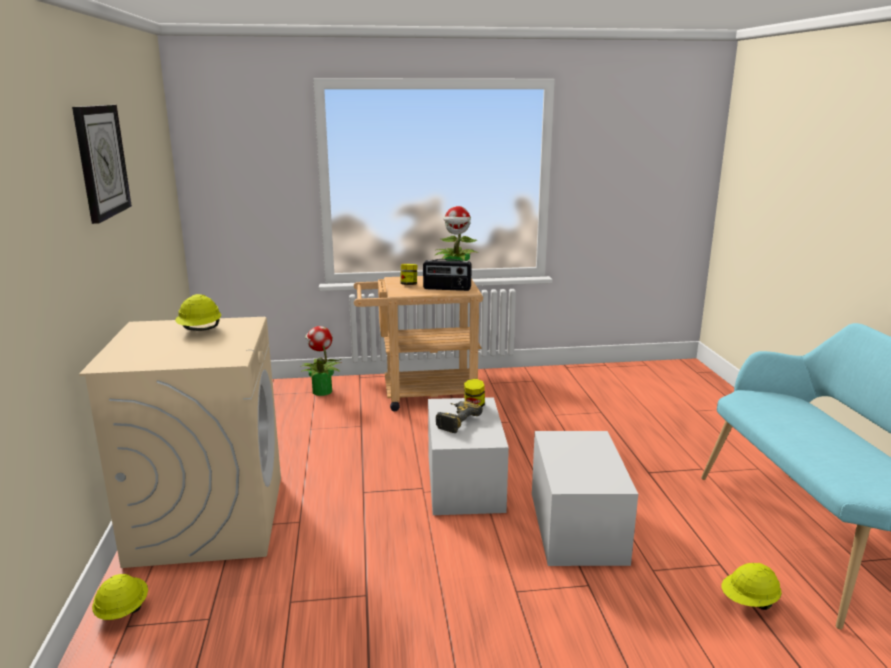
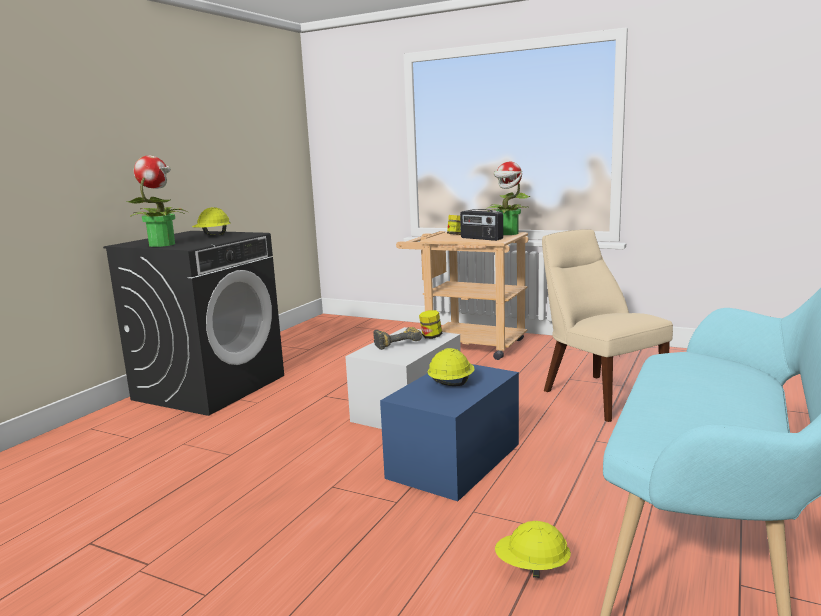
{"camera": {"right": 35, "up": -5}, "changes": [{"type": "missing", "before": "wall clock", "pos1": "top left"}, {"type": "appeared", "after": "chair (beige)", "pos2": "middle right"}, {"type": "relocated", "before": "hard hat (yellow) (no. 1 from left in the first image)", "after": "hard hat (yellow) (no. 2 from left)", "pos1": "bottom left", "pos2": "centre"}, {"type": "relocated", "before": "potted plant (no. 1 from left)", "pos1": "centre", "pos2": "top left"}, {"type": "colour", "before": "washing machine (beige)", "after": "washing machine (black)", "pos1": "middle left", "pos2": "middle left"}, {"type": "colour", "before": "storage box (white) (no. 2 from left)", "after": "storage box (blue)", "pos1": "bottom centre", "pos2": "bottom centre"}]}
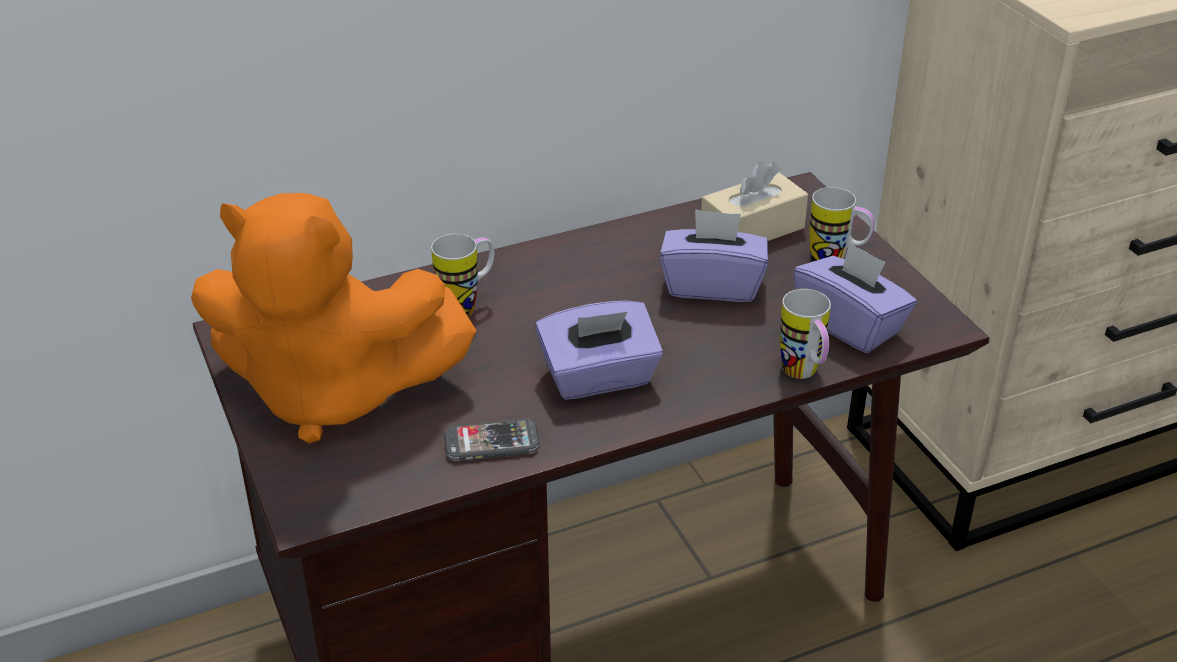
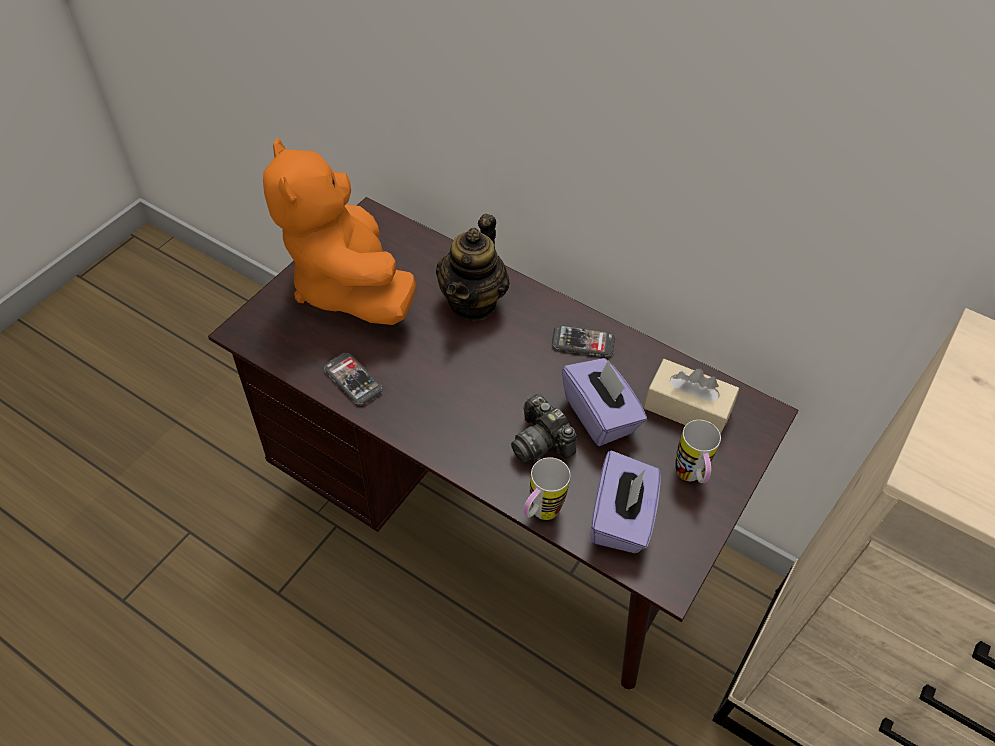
{"camera": {"right": 55, "up": 15}, "changes": [{"type": "missing", "before": "tissue box (purple) (no. 1 from left)", "pos1": "centre"}, {"type": "appeared", "after": "photo camera", "pos2": "centre"}, {"type": "appeared", "after": "phone (no. 2 from left)", "pos2": "centre"}, {"type": "exchanged", "before": "mug (no. 1 from left)", "after": "teapot", "pos1": "centre", "pos2": "centre"}]}
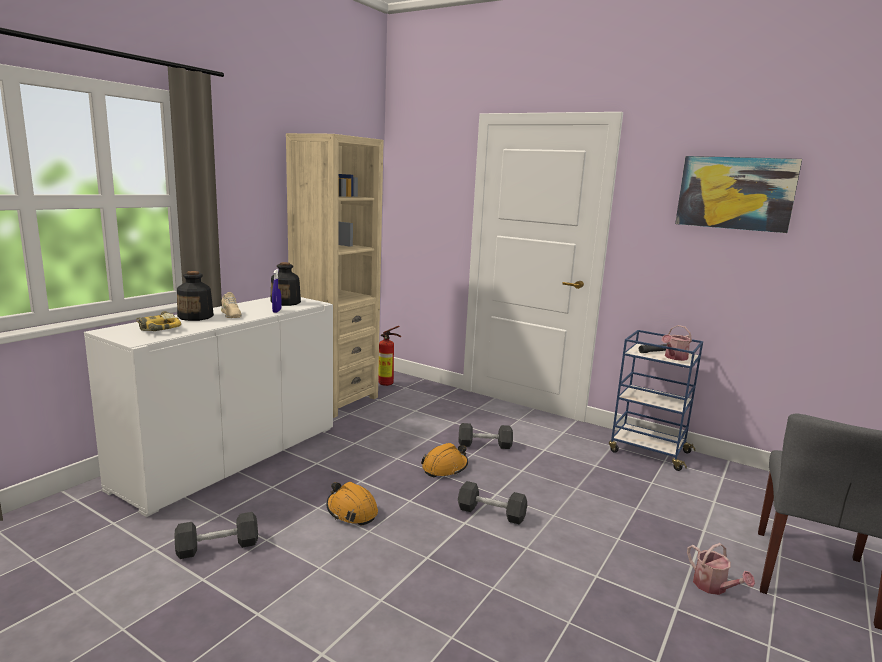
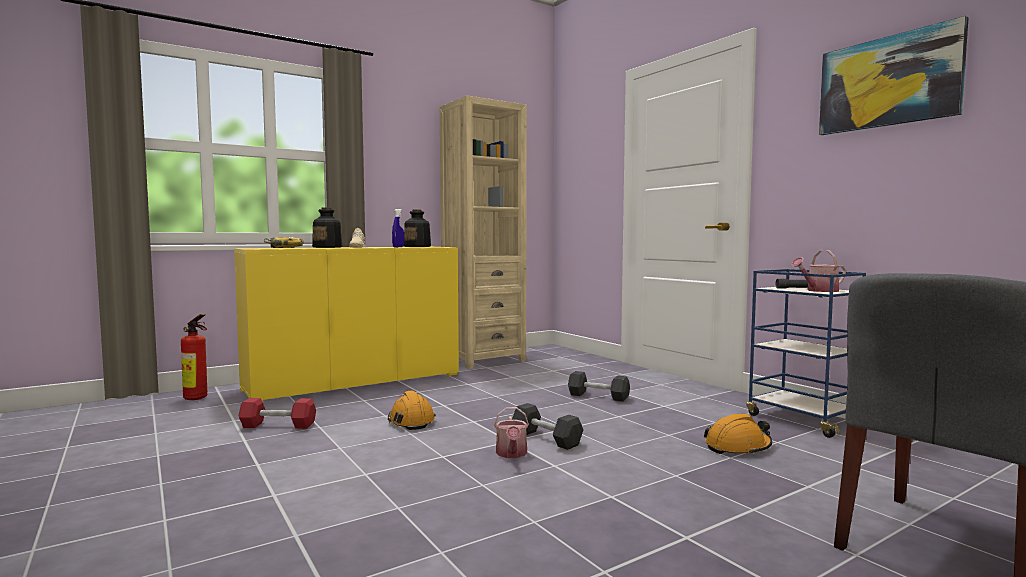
{"camera": {"right": 25, "up": -10}, "changes": [{"type": "relocated", "before": "fire extinguisher", "pos1": "centre", "pos2": "middle left"}, {"type": "relocated", "before": "hard hat (orange) (no. 2 from left)", "pos1": "bottom centre", "pos2": "bottom right"}, {"type": "relocated", "before": "watering can (no. 2 from left in the first image)", "after": "watering can (no. 1 from left)", "pos1": "bottom right", "pos2": "bottom centre"}, {"type": "colour", "before": "cabinet (white)", "after": "cabinet (yellow)", "pos1": "middle left", "pos2": "centre"}, {"type": "colour", "before": "dumbbell (black) (no. 1 from left)", "after": "dumbbell (red)", "pos1": "bottom left", "pos2": "bottom left"}]}
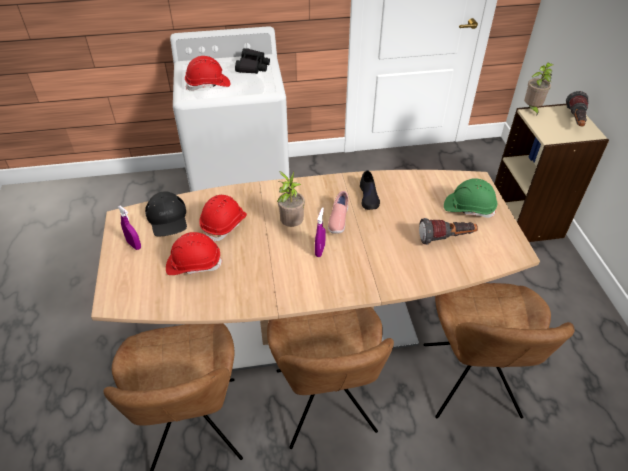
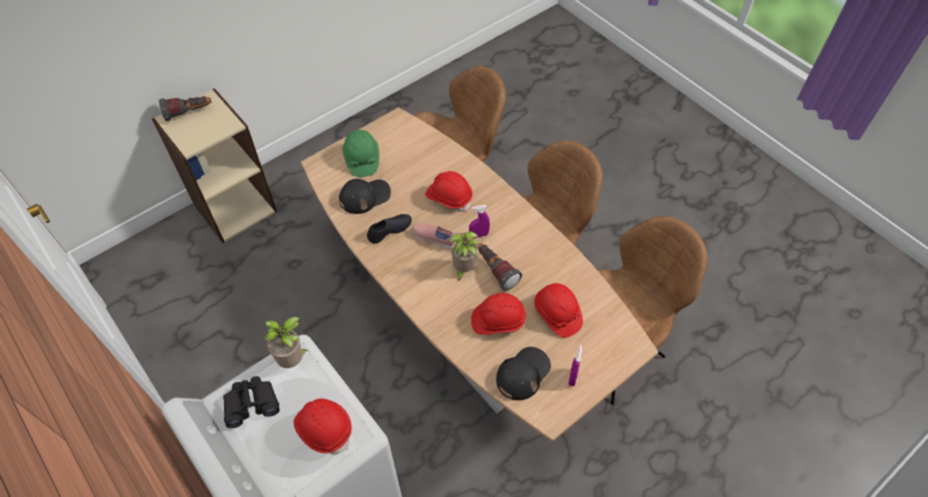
{"camera": {"right": -120, "up": 10}, "changes": [{"type": "appeared", "after": "cap (black) (no. 1 from left)", "pos2": "centre"}, {"type": "appeared", "after": "hard hat (red) (no. 2 from left)", "pos2": "centre"}, {"type": "relocated", "before": "flashlight (no. 1 from left in the first image)", "after": "flashlight (no. 2 from left)", "pos1": "middle right", "pos2": "centre"}, {"type": "relocated", "before": "potted plant (no. 2 from left in the first image)", "after": "potted plant (no. 1 from left)", "pos1": "top right", "pos2": "bottom left"}, {"type": "spun", "before": "shoe (pink)", "pos1": "centre", "pos2": "centre", "turn": -135}]}
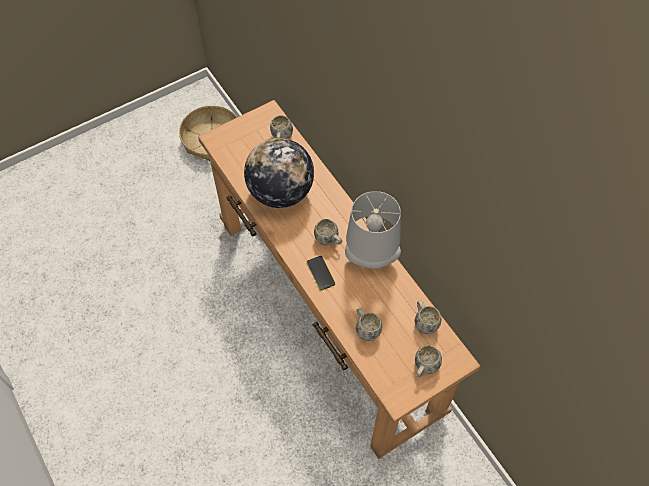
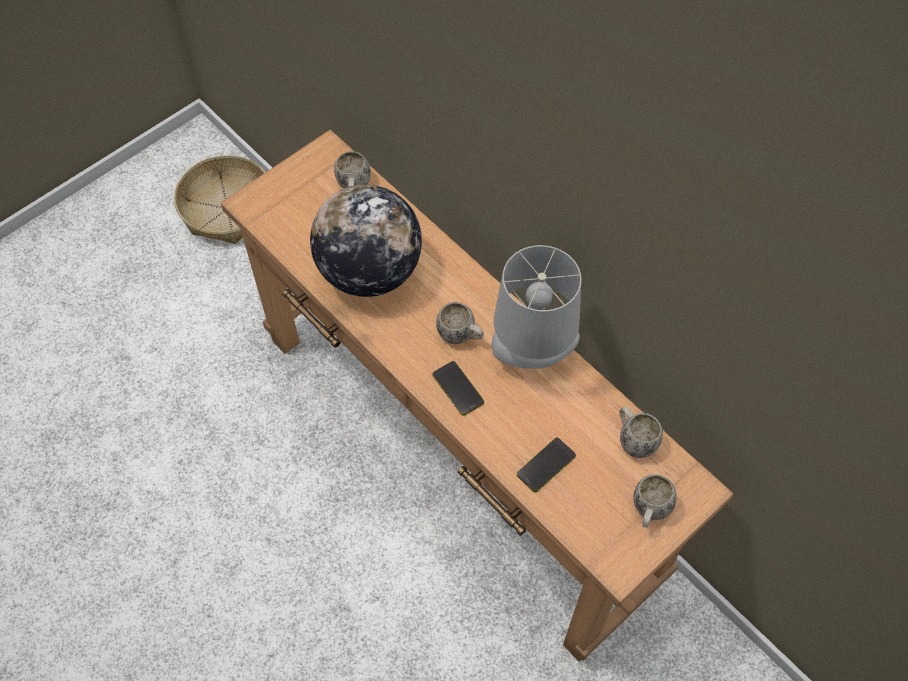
{"camera": {"right": -10, "up": 0}, "changes": [{"type": "exchanged", "before": "mug (white) (no. 3 from left)", "after": "phone (no. 2 from left)", "pos1": "bottom centre", "pos2": "bottom centre"}]}
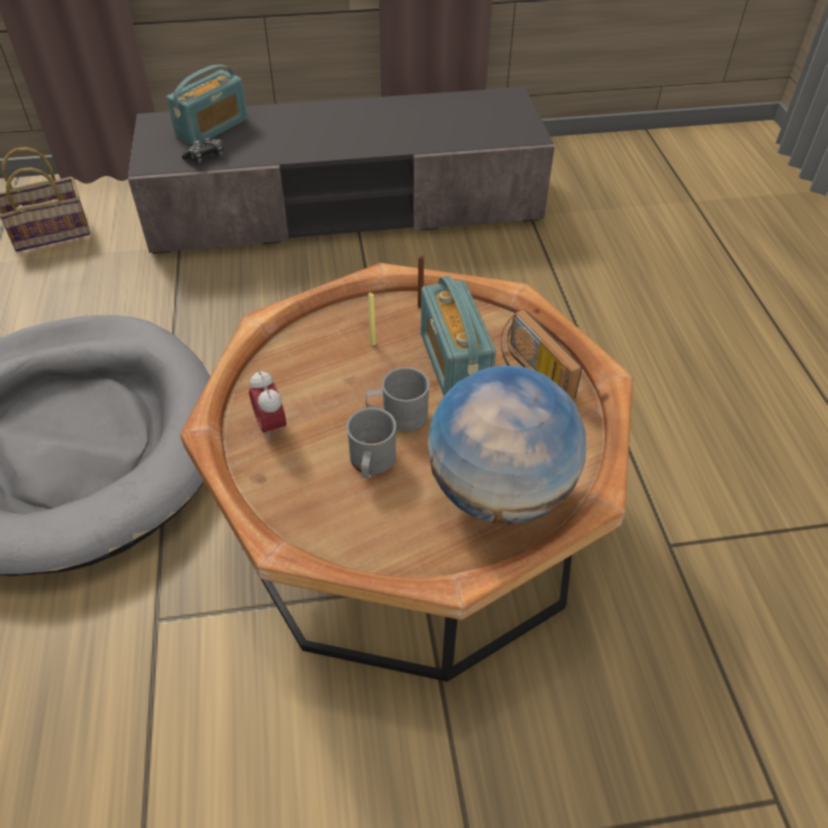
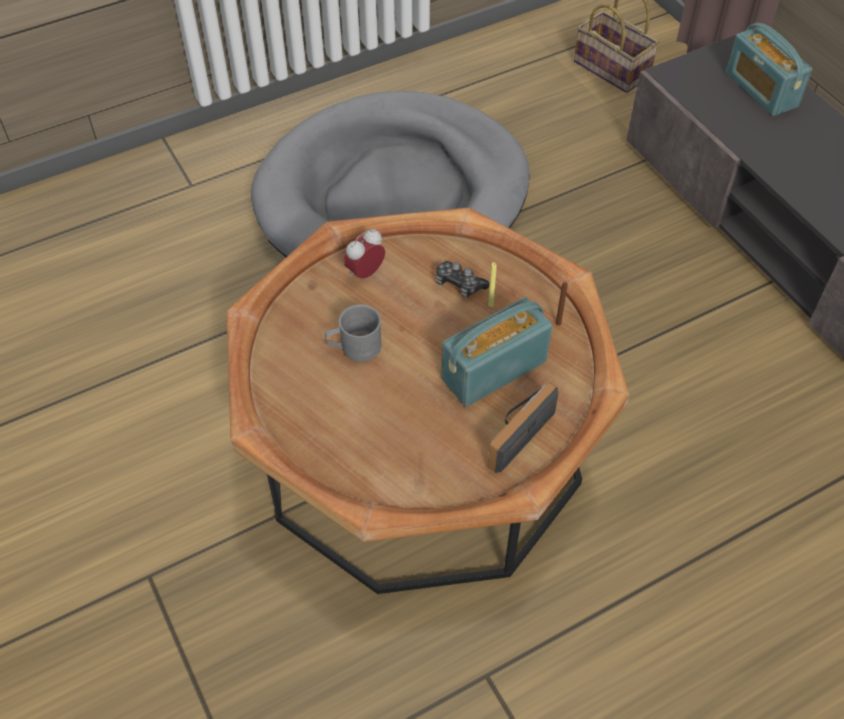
{"camera": {"right": 70, "up": 5}, "changes": [{"type": "missing", "before": "mug (grey) (no. 2 from left)", "pos1": "centre"}, {"type": "missing", "before": "globe", "pos1": "centre"}, {"type": "relocated", "before": "game controller", "pos1": "top left", "pos2": "centre"}, {"type": "spun", "before": "radio (no. 1 from left in the first image)", "pos1": "top left", "pos2": "top right", "turn": 45}]}
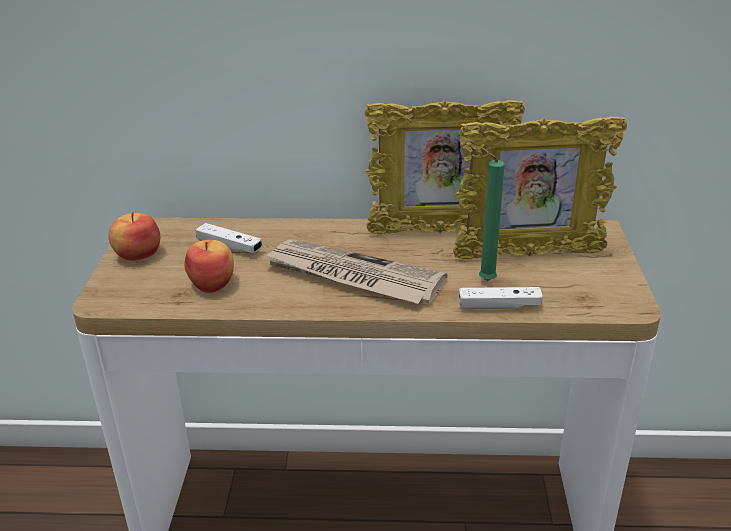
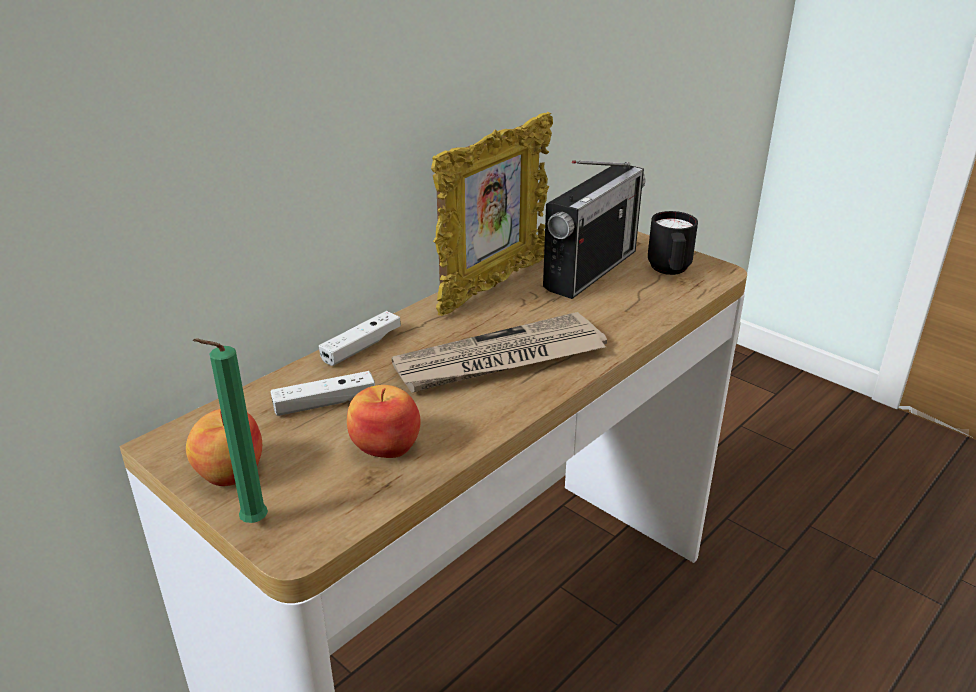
{"camera": {"right": -50, "up": 0}, "changes": [{"type": "appeared", "after": "mug (black)", "pos2": "middle right"}, {"type": "relocated", "before": "game controller (white) (no. 2 from left)", "pos1": "middle right", "pos2": "centre"}, {"type": "relocated", "before": "candle (green)", "pos1": "middle right", "pos2": "middle left"}, {"type": "exchanged", "before": "picture frame (no. 2 from left)", "after": "radio", "pos1": "middle right", "pos2": "top centre"}]}
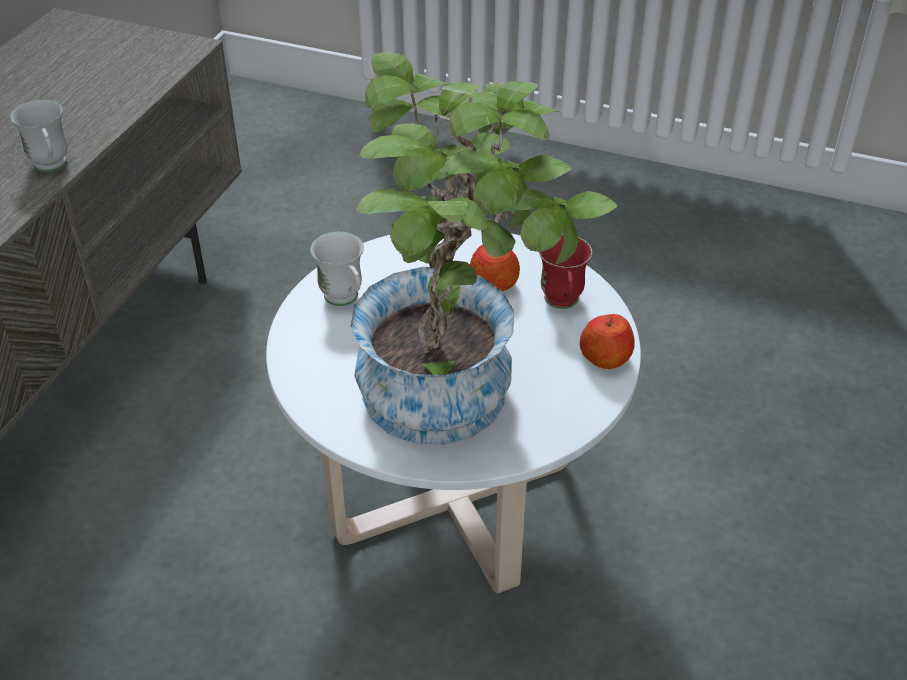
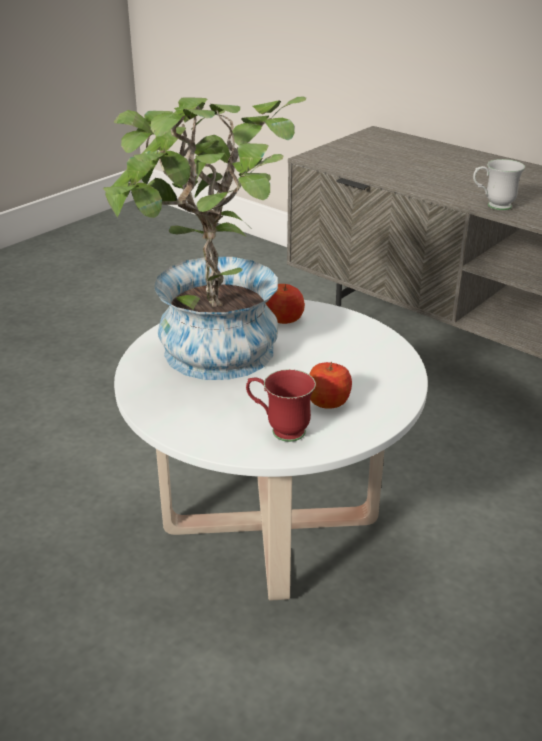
{"camera": {"right": 110, "up": -10}, "changes": [{"type": "missing", "before": "mug (white) (no. 2 from left)", "pos1": "centre"}, {"type": "relocated", "before": "apple (no. 2 from left in the first image)", "after": "apple (no. 1 from left)", "pos1": "middle right", "pos2": "centre"}]}
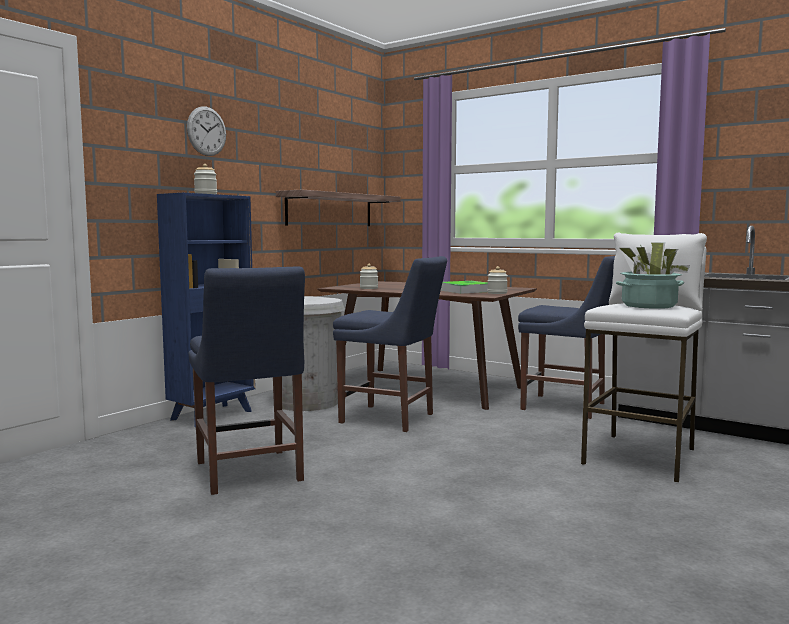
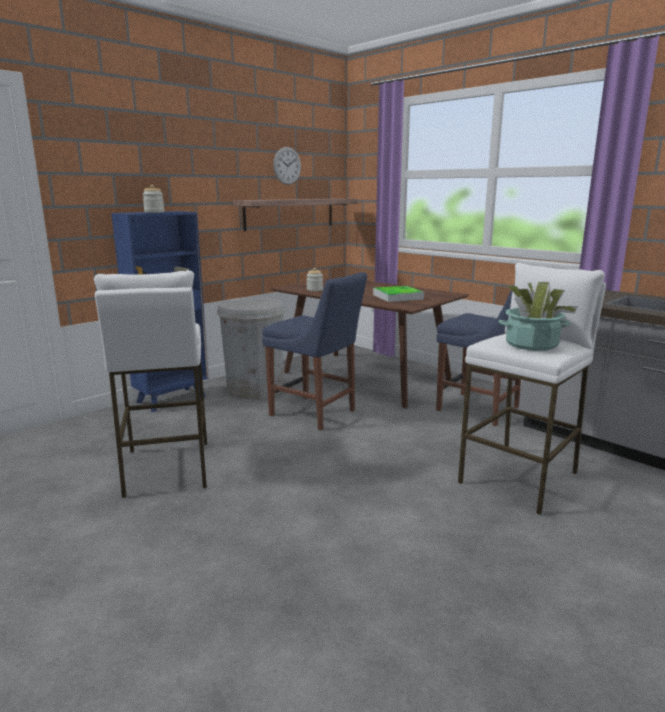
{"camera": {"right": 10, "up": 10}, "changes": [{"type": "missing", "before": "jar (no. 3 from left)", "pos1": "centre"}, {"type": "relocated", "before": "wall clock", "pos1": "top left", "pos2": "top centre"}, {"type": "exchanged", "before": "chair (blue) (no. 1 from left)", "after": "stool (white) (no. 1 from left)", "pos1": "middle left", "pos2": "middle left"}]}
